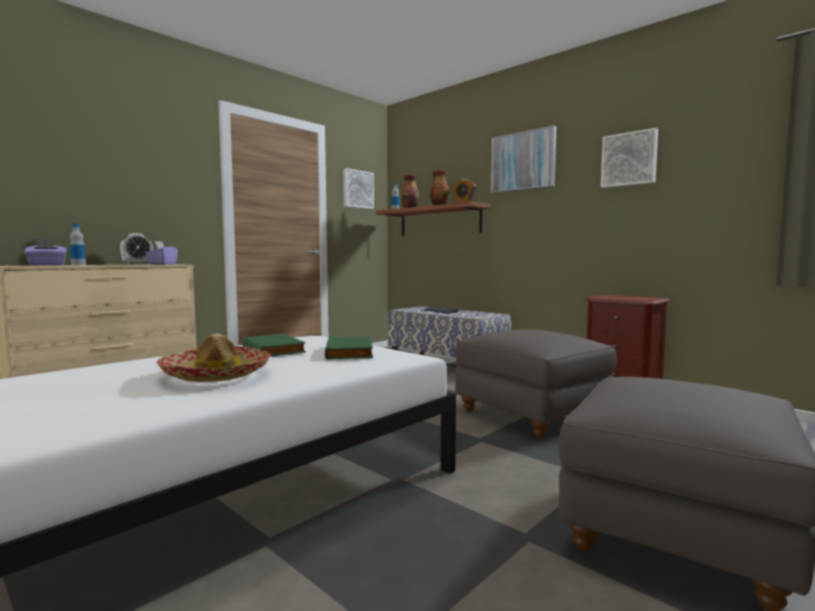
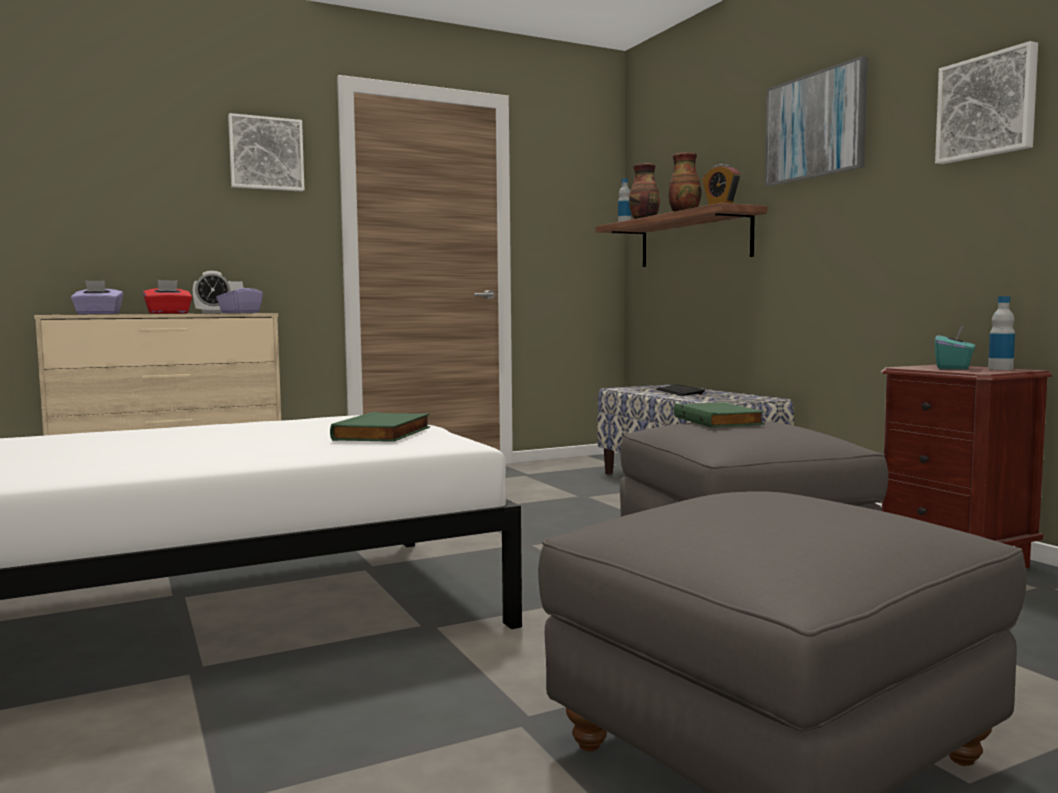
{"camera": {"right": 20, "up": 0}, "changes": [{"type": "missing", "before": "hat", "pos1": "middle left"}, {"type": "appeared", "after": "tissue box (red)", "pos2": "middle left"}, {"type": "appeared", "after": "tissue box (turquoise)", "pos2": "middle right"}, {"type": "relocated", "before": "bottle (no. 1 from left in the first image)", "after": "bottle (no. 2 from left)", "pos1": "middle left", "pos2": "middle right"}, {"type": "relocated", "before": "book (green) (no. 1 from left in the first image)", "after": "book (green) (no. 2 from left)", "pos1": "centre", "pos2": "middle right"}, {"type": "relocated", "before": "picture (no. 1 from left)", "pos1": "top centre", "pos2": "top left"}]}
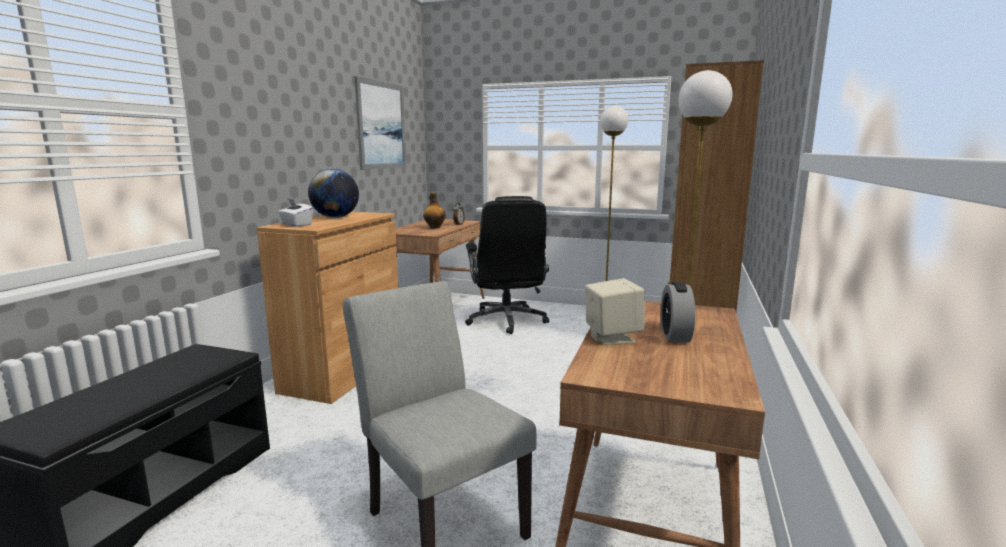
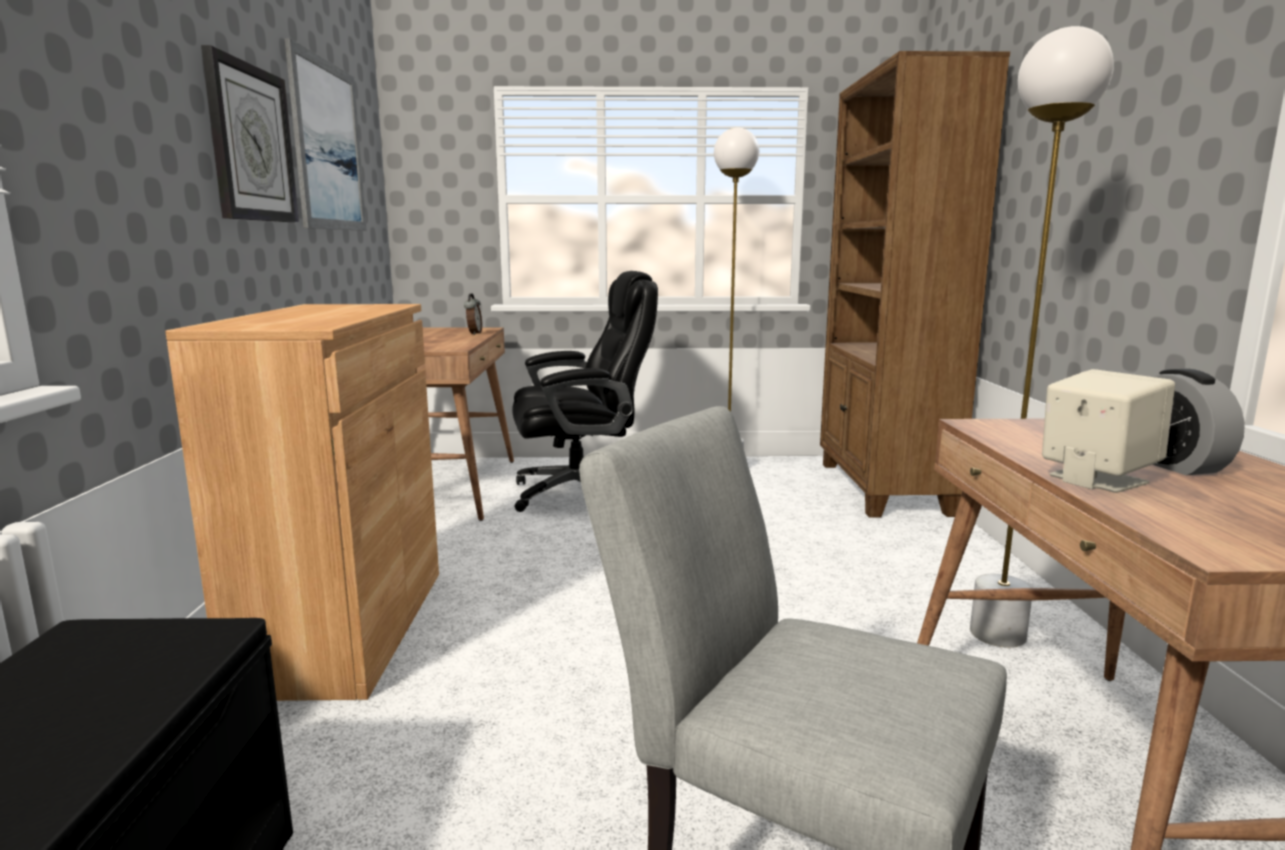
{"camera": {"right": -20, "up": 0}, "changes": [{"type": "missing", "before": "tissue box (white)", "pos1": "middle left"}, {"type": "missing", "before": "globe", "pos1": "middle left"}, {"type": "missing", "before": "bottle", "pos1": "centre"}, {"type": "appeared", "after": "wall clock", "pos2": "top left"}, {"type": "spun", "before": "office chair (black)", "pos1": "centre", "pos2": "centre", "turn": -75}]}
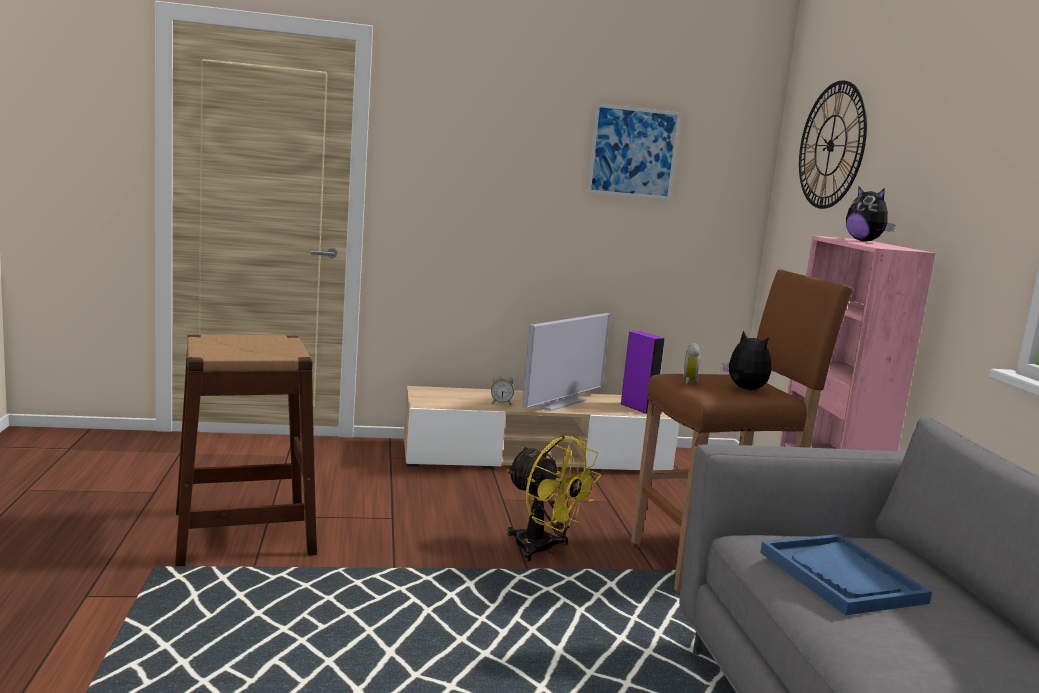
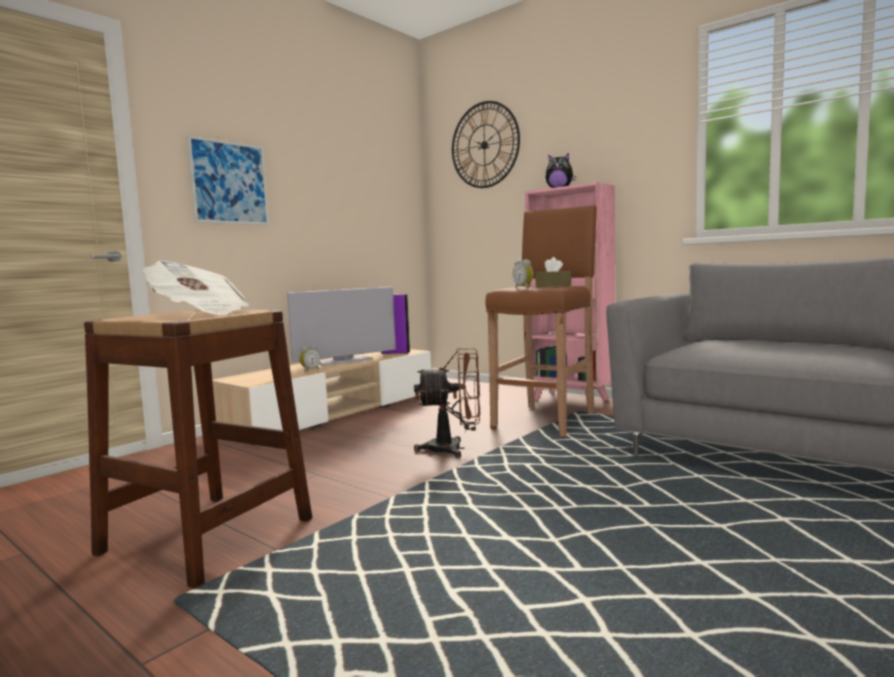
{"camera": {"right": -40, "up": -5}, "changes": [{"type": "missing", "before": "tray (blue)", "pos1": "bottom right"}, {"type": "appeared", "after": "newspaper", "pos2": "middle left"}, {"type": "relocated", "before": "picture", "pos1": "top centre", "pos2": "top left"}, {"type": "exchanged", "before": "plush toy (no. 1 from left)", "after": "tissue box (brown)", "pos1": "middle right", "pos2": "centre"}, {"type": "colour", "before": "fan (yellow)", "after": "fan (brown)", "pos1": "bottom centre", "pos2": "centre"}, {"type": "spun", "before": "television", "pos1": "centre", "pos2": "centre", "turn": 60}]}
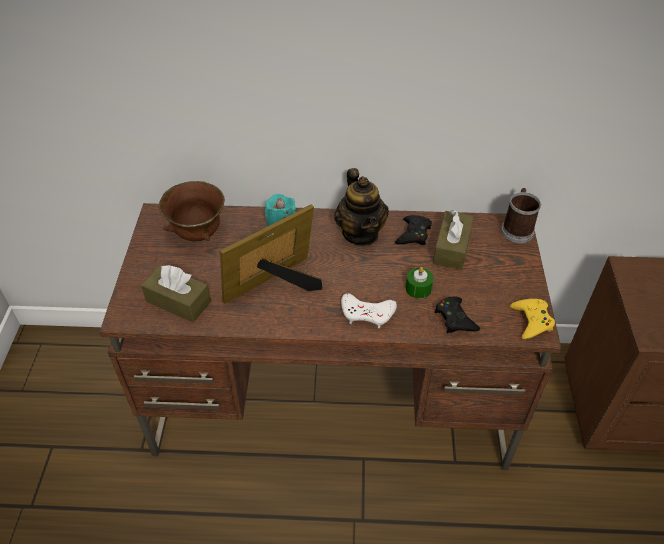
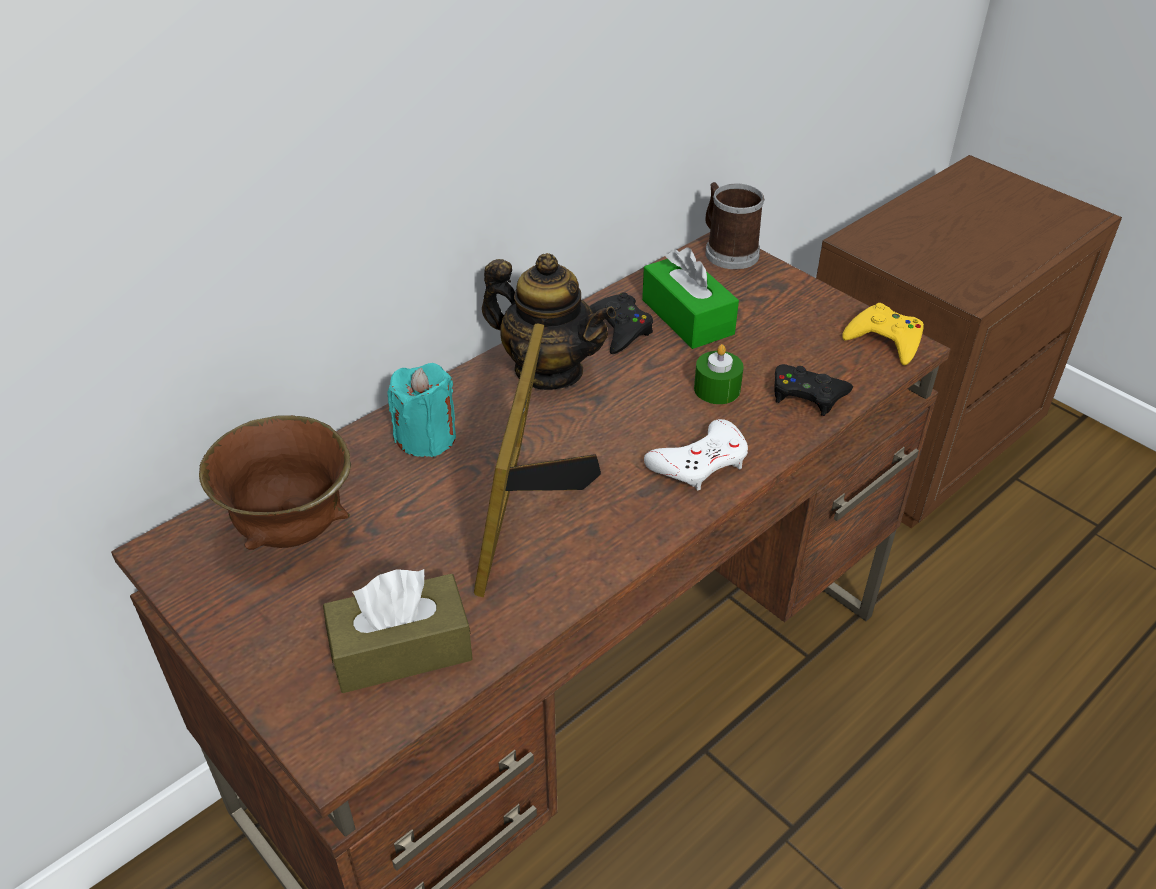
{"camera": {"right": -45, "up": -5}, "changes": [{"type": "colour", "before": "tissue box (brown) (no. 2 from left)", "after": "tissue box (green)", "pos1": "middle right", "pos2": "centre"}]}
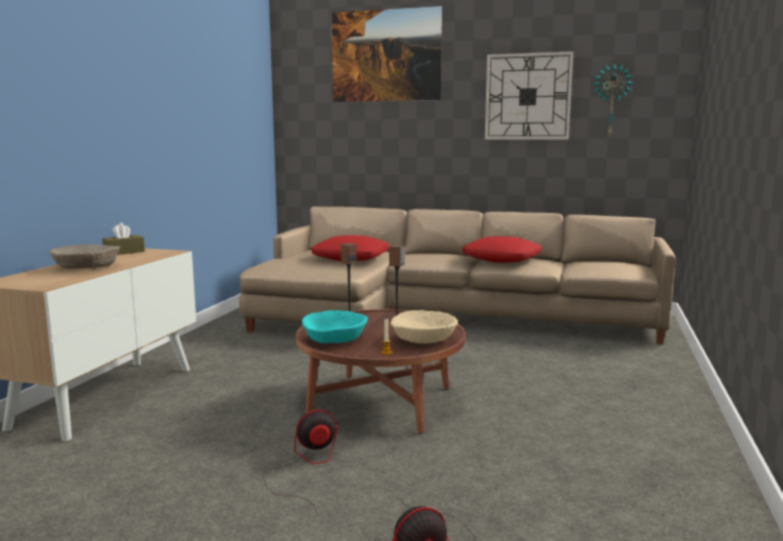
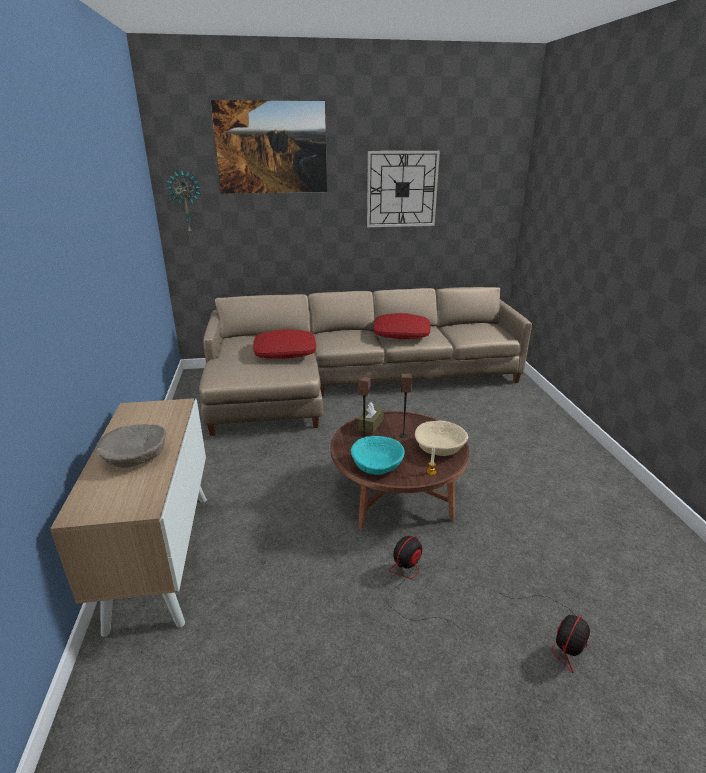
{"camera": {"right": -25, "up": 15}, "changes": [{"type": "relocated", "before": "tissue box (brown)", "pos1": "middle left", "pos2": "centre"}, {"type": "relocated", "before": "wall clock (no. 2 from left in the first image)", "after": "wall clock (no. 1 from left)", "pos1": "top right", "pos2": "top left"}]}
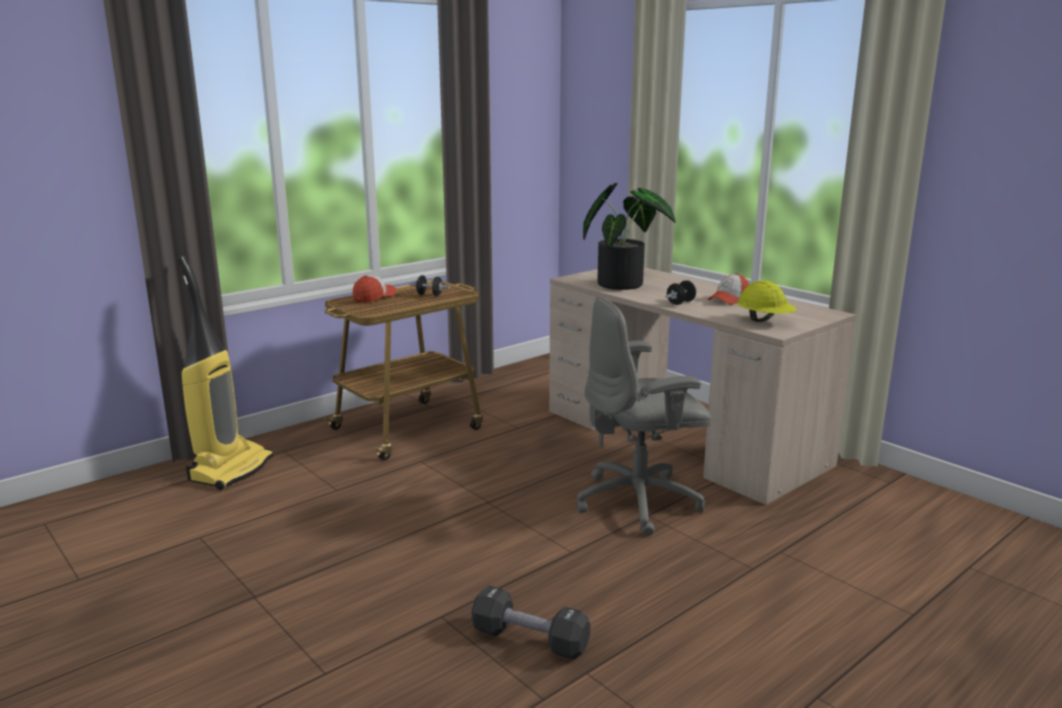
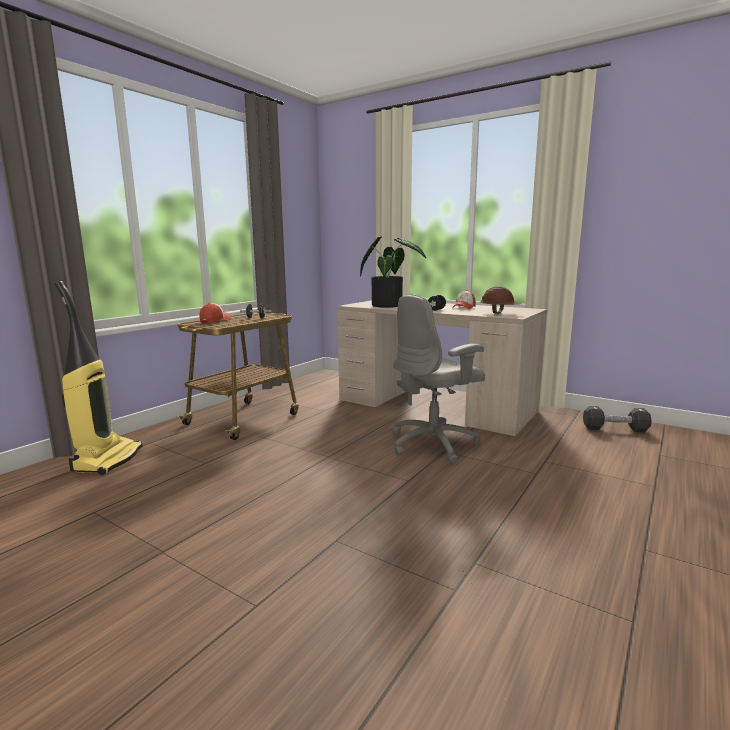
{"camera": {"right": -15, "up": -5}, "changes": [{"type": "relocated", "before": "dumbbell (black) (no. 2 from left in the first image)", "after": "dumbbell (black) (no. 3 from left)", "pos1": "bottom centre", "pos2": "middle right"}, {"type": "colour", "before": "hard hat (yellow)", "after": "hard hat (brown)", "pos1": "middle right", "pos2": "middle right"}]}
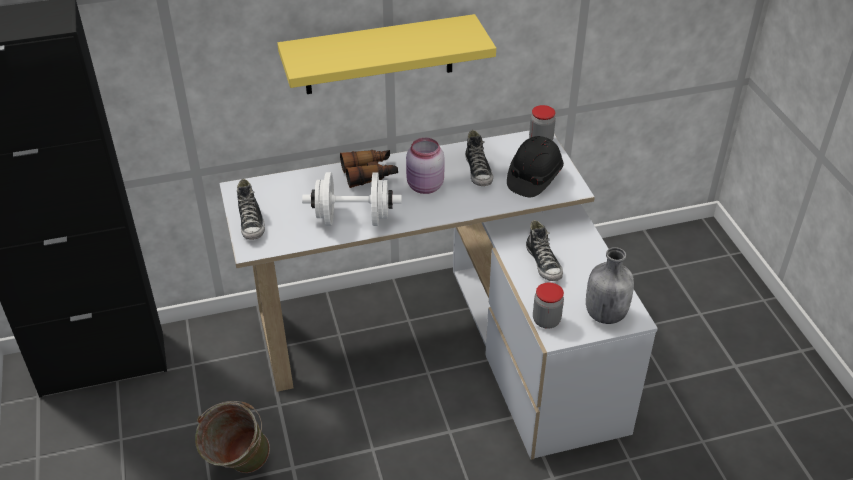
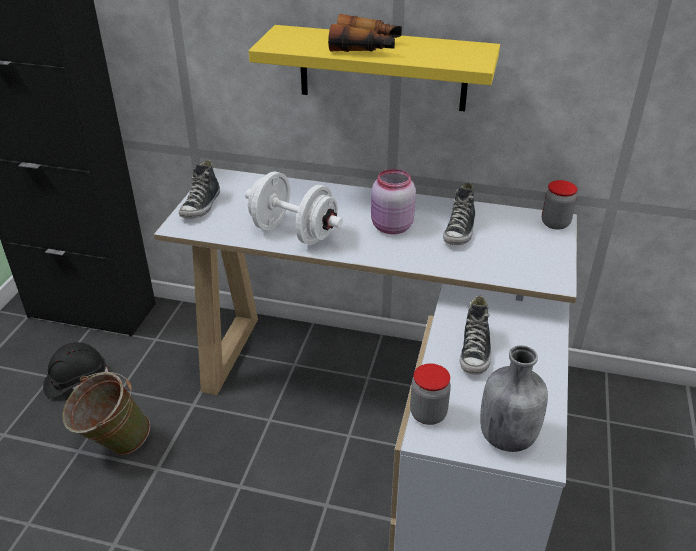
{"camera": {"right": 30, "up": -5}, "changes": [{"type": "relocated", "before": "binoculars", "pos1": "centre", "pos2": "top centre"}, {"type": "relocated", "before": "hard hat (black)", "pos1": "centre", "pos2": "bottom left"}]}
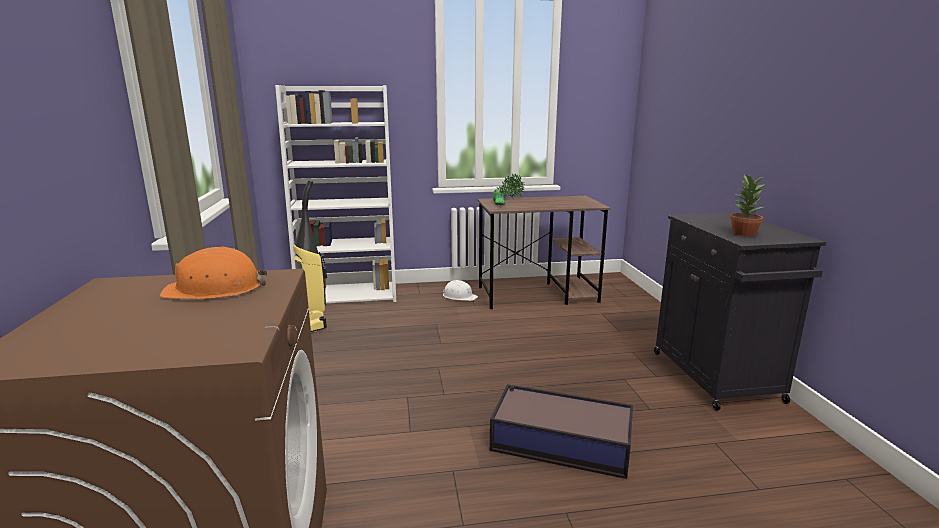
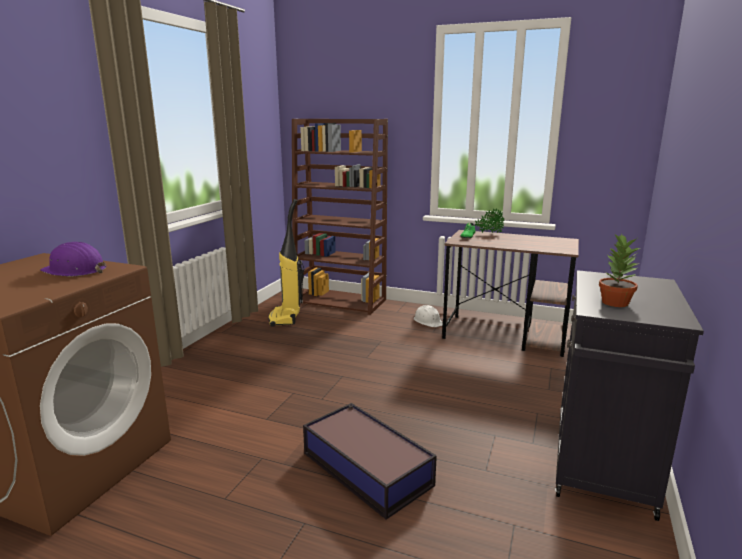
{"camera": {"right": 30, "up": 0}, "changes": [{"type": "colour", "before": "hard hat (orange)", "after": "hard hat (purple)", "pos1": "middle left", "pos2": "middle left"}, {"type": "colour", "before": "bookcase (white)", "after": "bookcase (brown)", "pos1": "centre", "pos2": "centre"}]}
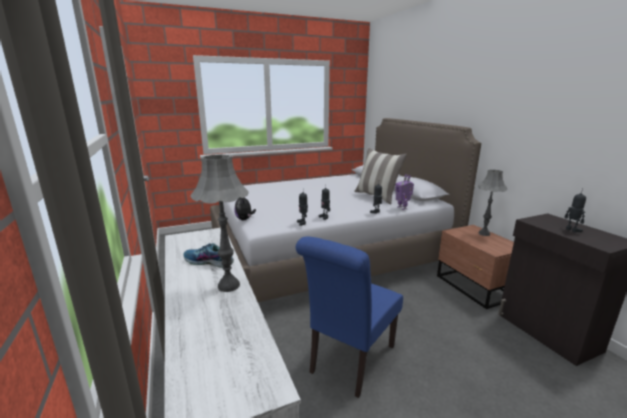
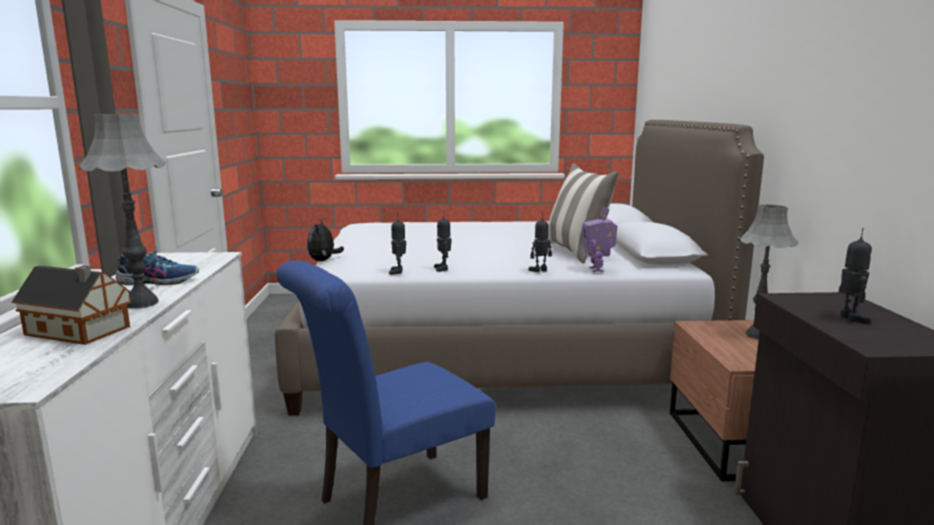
{"camera": {"right": 20, "up": -5}, "changes": [{"type": "appeared", "after": "toy house", "pos2": "middle left"}, {"type": "spun", "before": "shoe", "pos1": "centre", "pos2": "middle left", "turn": 135}]}
